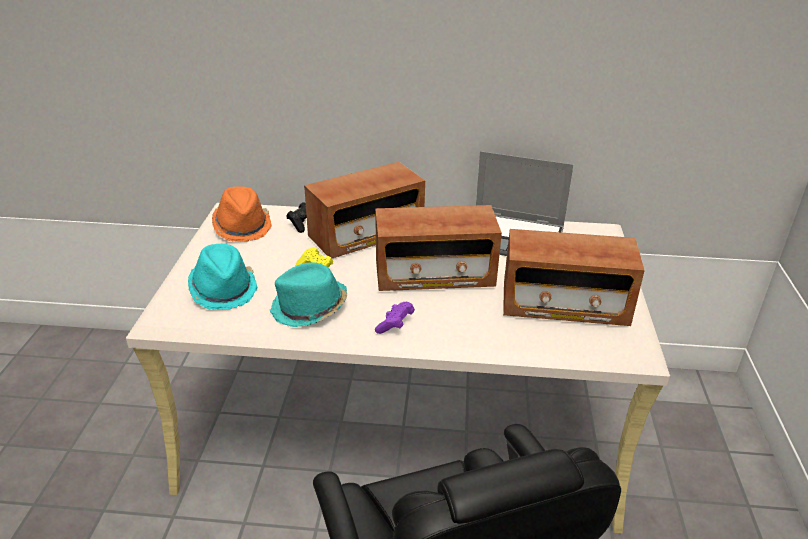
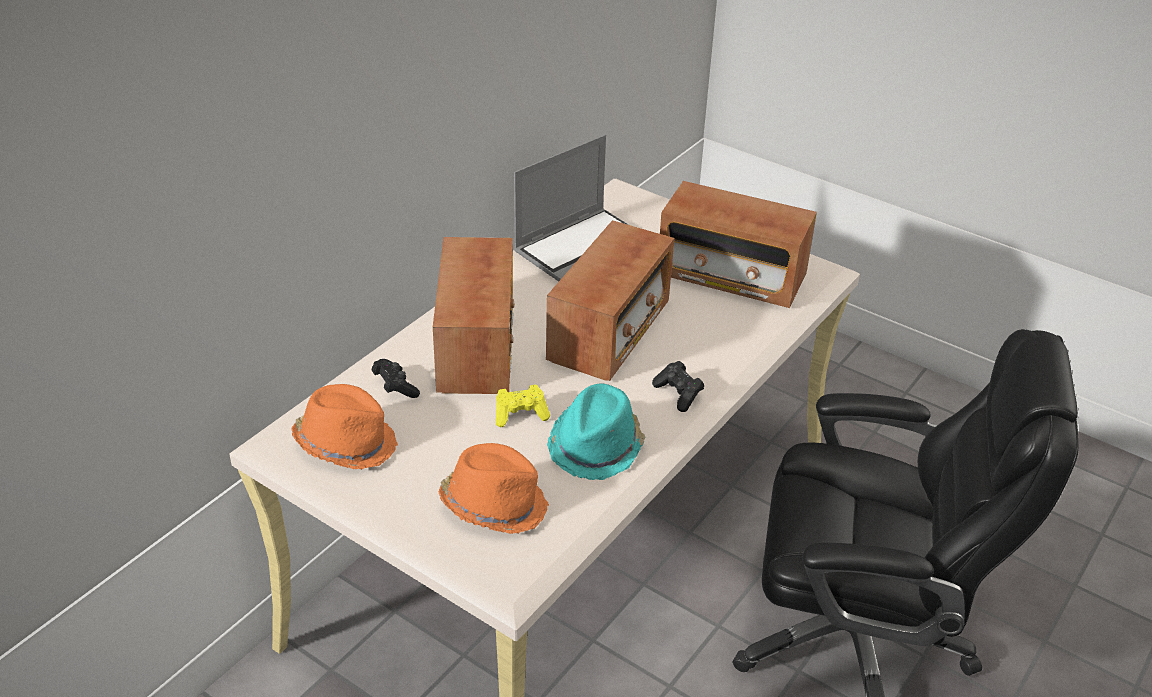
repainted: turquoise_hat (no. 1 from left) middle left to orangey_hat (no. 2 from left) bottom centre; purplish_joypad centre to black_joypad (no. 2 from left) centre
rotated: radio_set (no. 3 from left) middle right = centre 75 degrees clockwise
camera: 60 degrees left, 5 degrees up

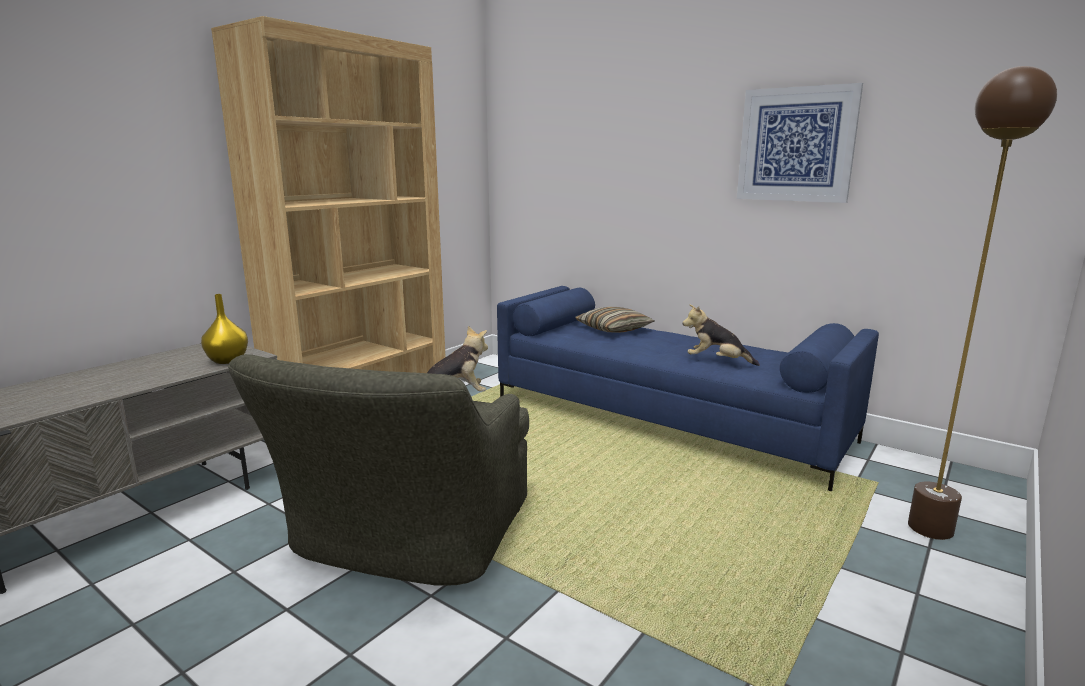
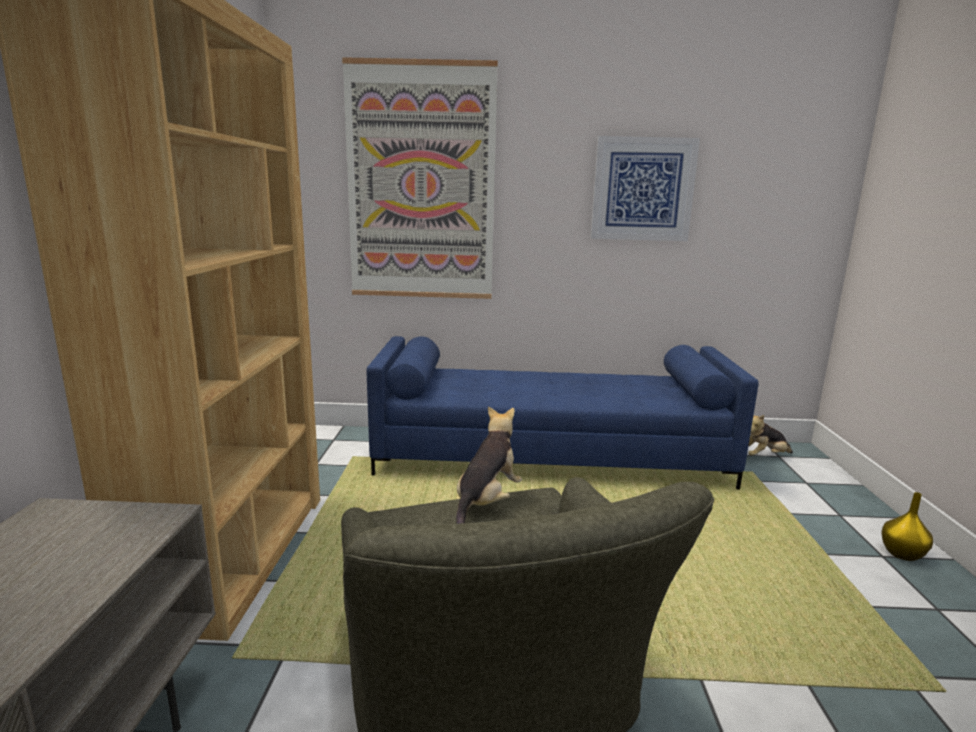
gone: throw_pillow centre; brownish_floor_lamp middle right
new: picture (no. 1 from left) top centre
shifted: yellow_flower_vase middle left to bottom right; soft_toy (no. 2 from left) centre to middle right
camera: 35 degrees left, 0 degrees up

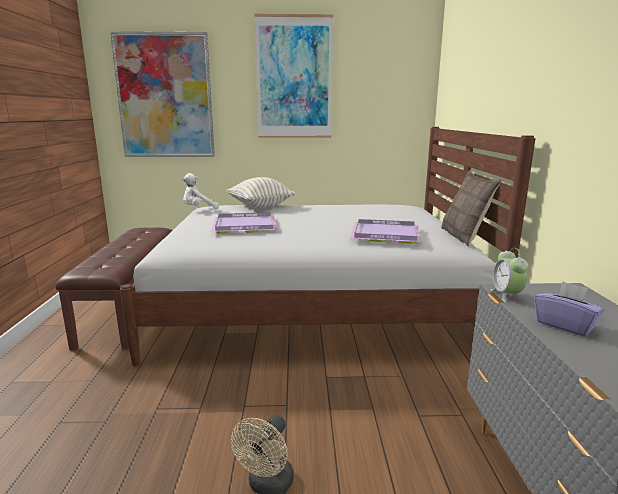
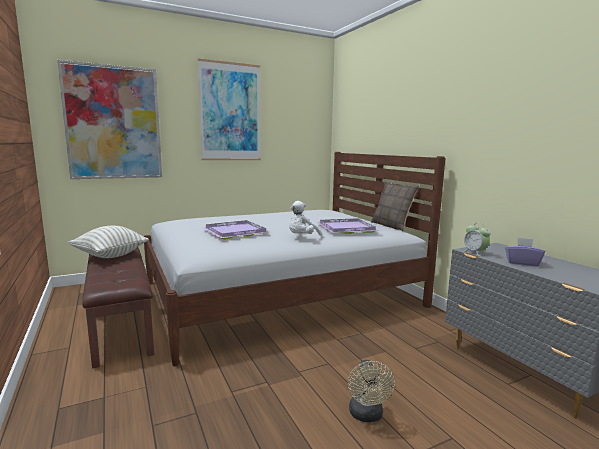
shifted: whitish_soft_toy middle left to centre; throw_pillow (no. 1 from left) centre to middle left
camera: 25 degrees left, 5 degrees down

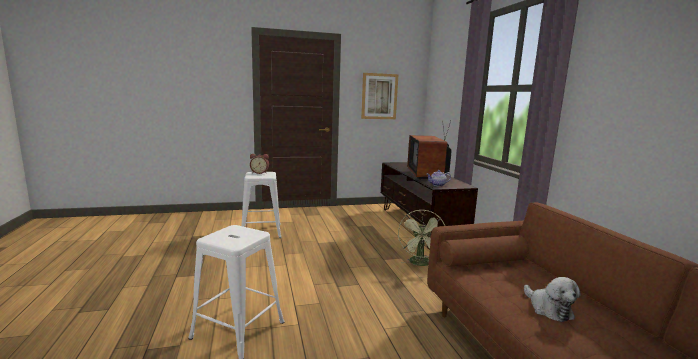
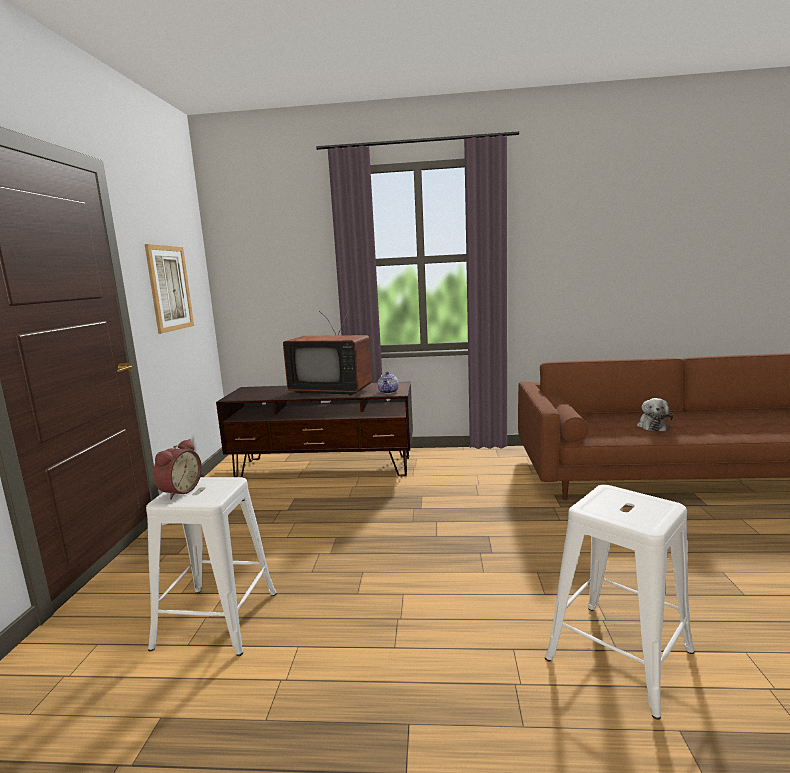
gone: green_electric_fan centre
rotated: soft_toy bottom right = middle right 105 degrees clockwise
camera: 70 degrees left, 0 degrees up

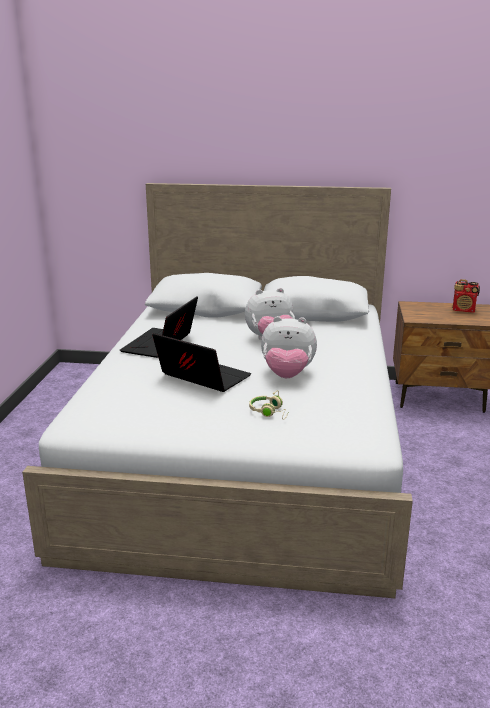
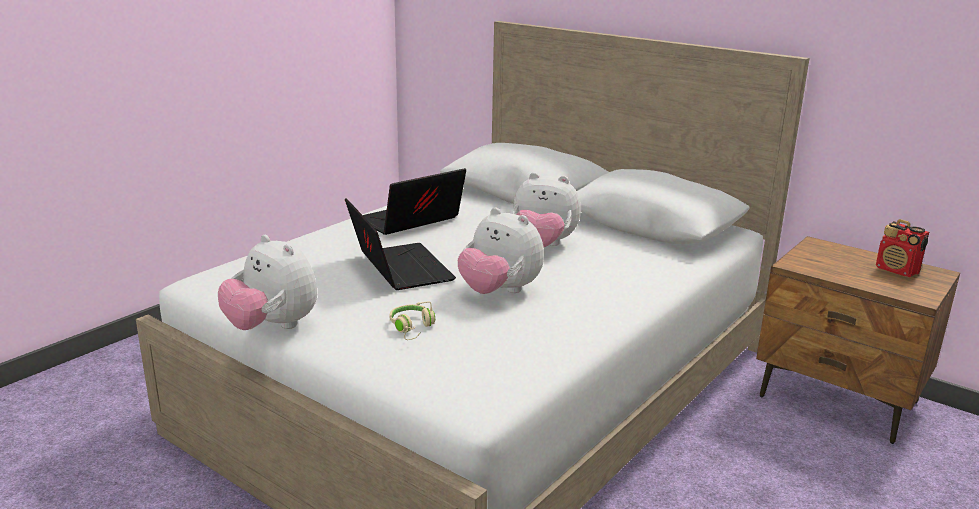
new: soft_toy (no. 1 from left) middle left
camera: 30 degrees right, 0 degrees up

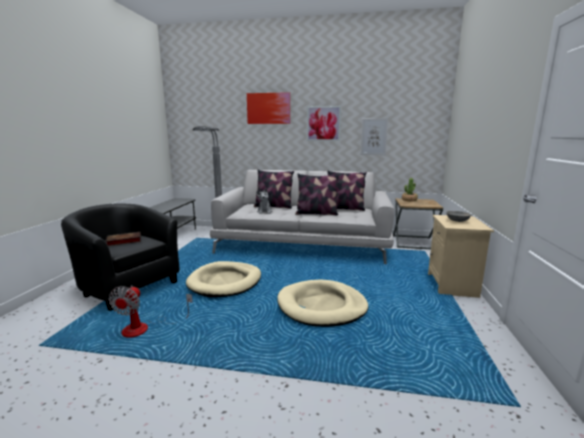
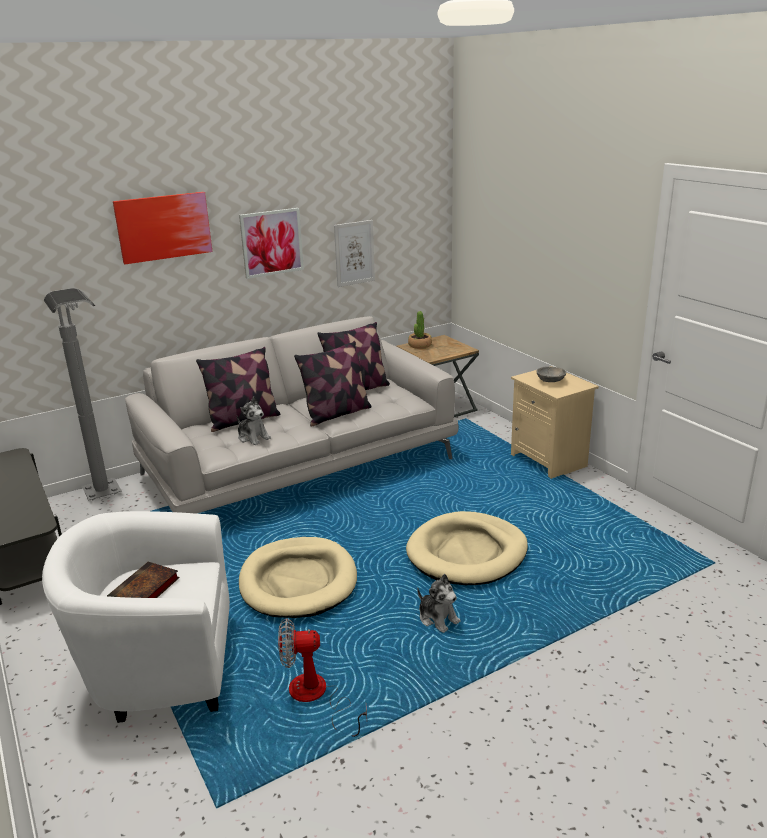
new: soft_toy (no. 2 from left) bottom centre
repainted: black_armchair middle left to whitish_armchair bottom left
rotated: electric_fan bottom left = bottom centre 120 degrees clockwise
camera: 40 degrees left, 10 degrees up

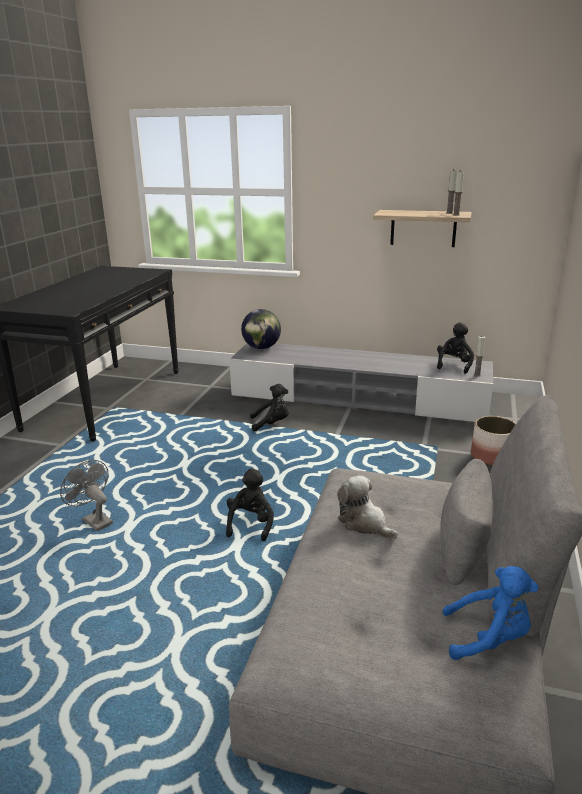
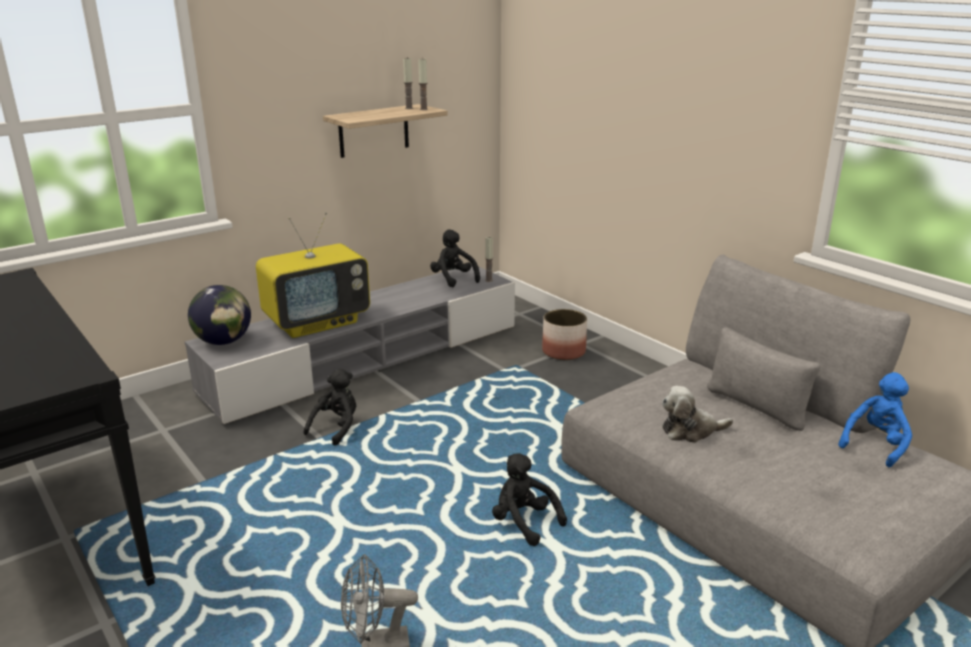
new: television middle left
camera: 55 degrees left, 0 degrees up

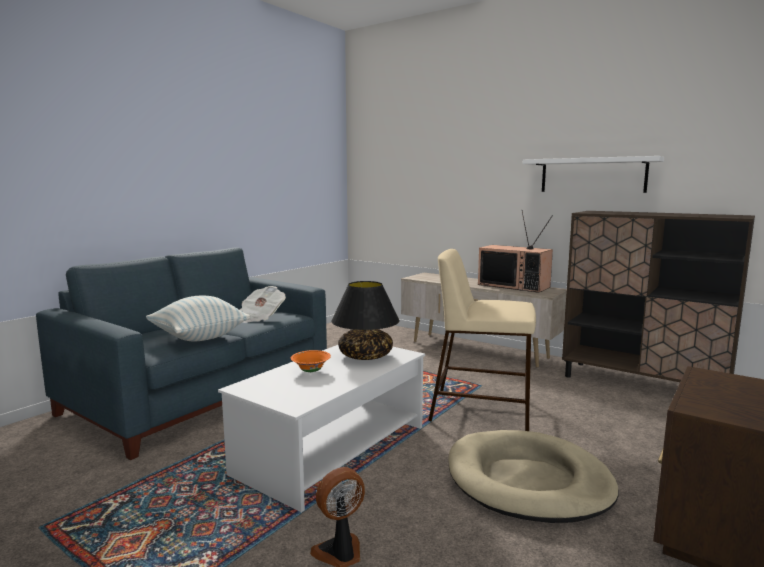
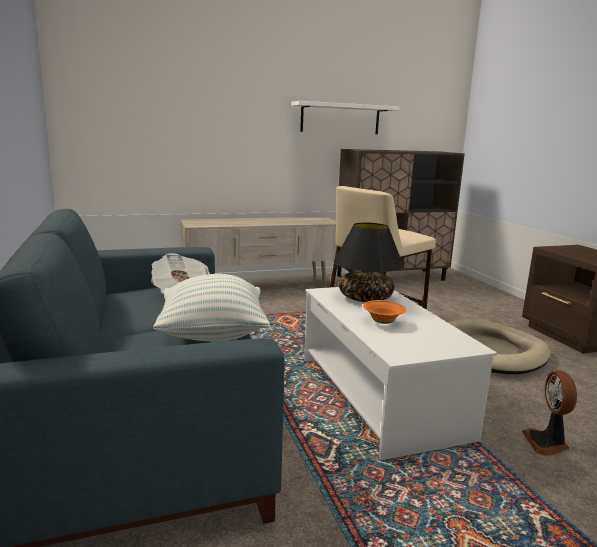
gone: television middle right
camera: 55 degrees left, 5 degrees up

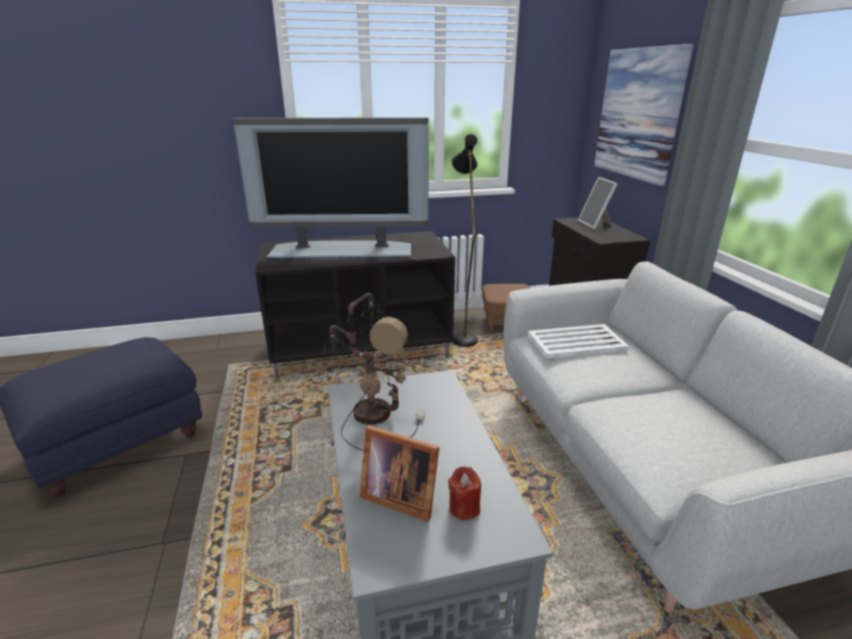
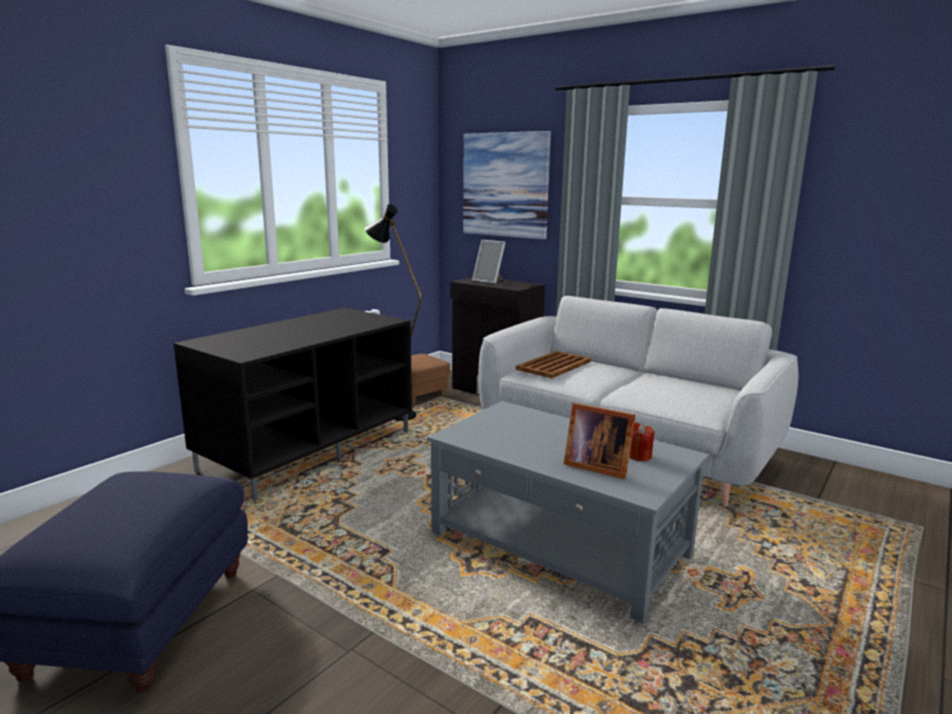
gone: television top centre; table_lamp centre
repainted: whitish_tray middle right to brownish_tray centre
rotated: standing_frame (no. 1 from left in the first image) bottom centre = centre 45 degrees clockwise
camera: 40 degrees left, 10 degrees down

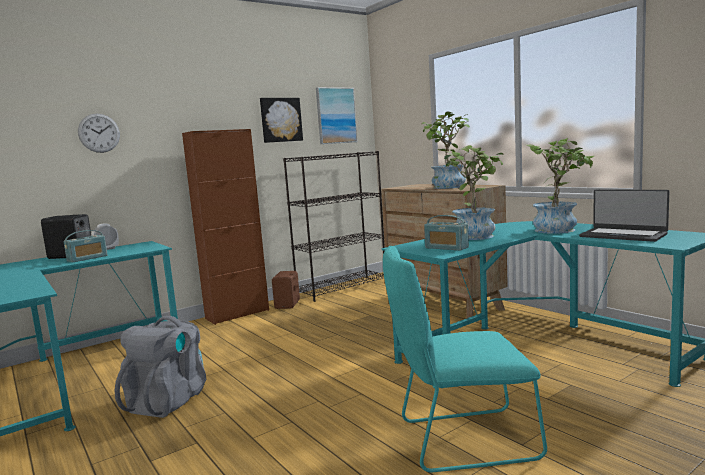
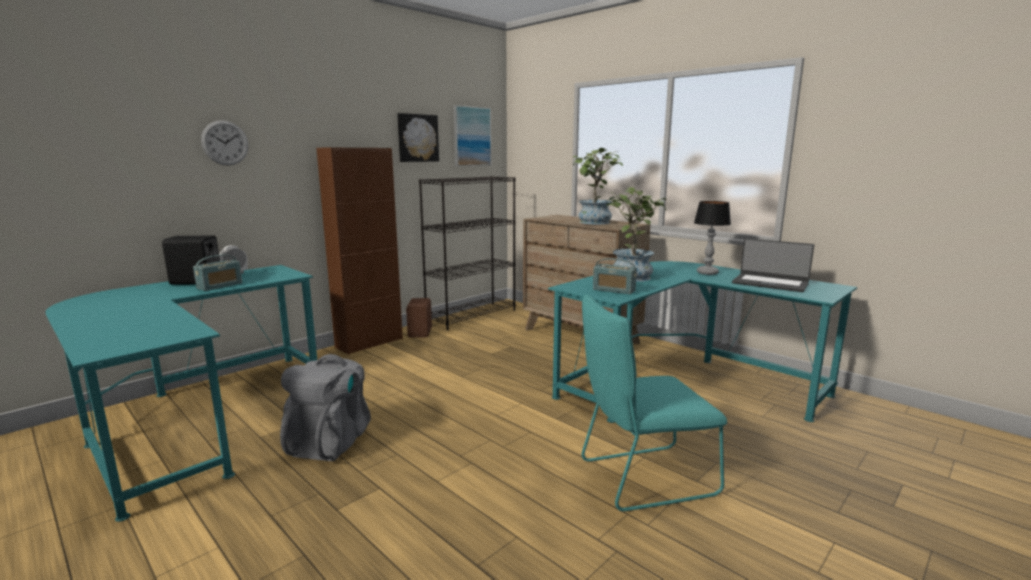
swapped: plant_in_a_pot (no. 3 from left) middle right to table_lamp middle right
camera: 10 degrees left, 5 degrees up

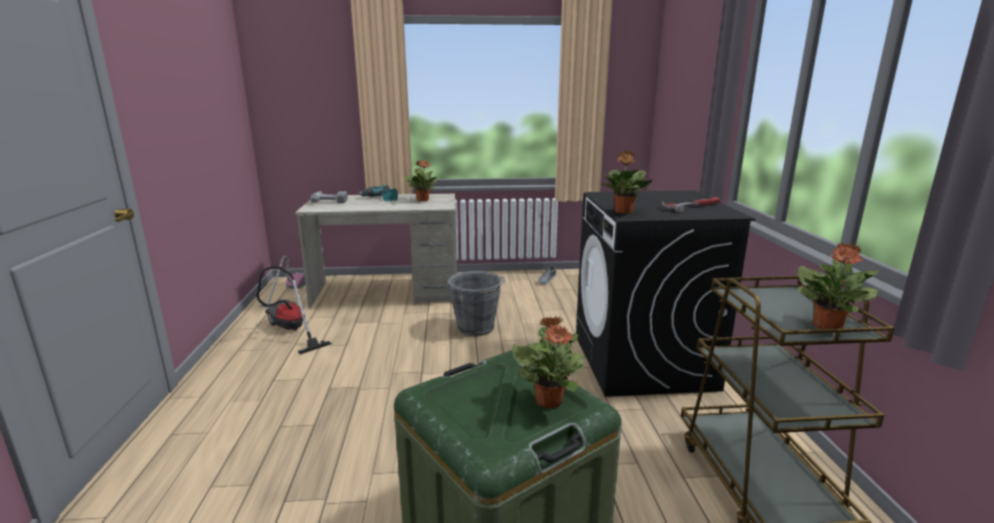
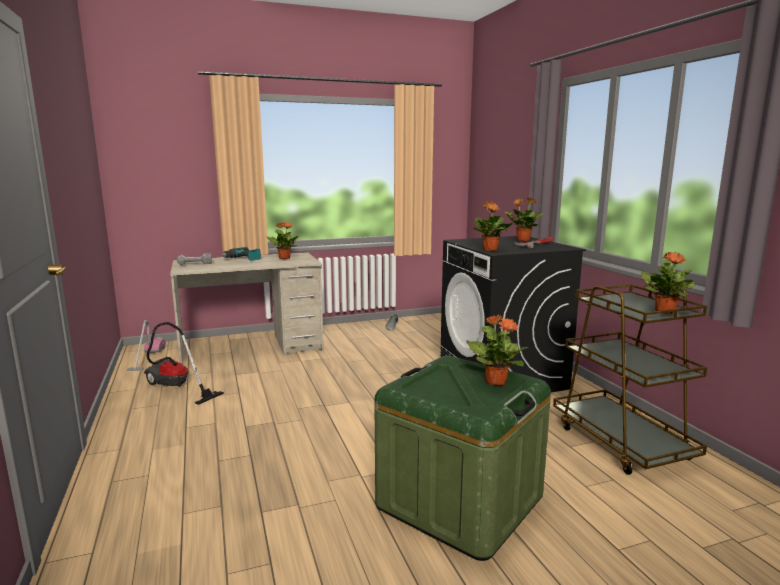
gone: grey_water_bucket centre
new: plant_in_a_pot (no. 4 from left) middle right
camera: 15 degrees left, 5 degrees down

